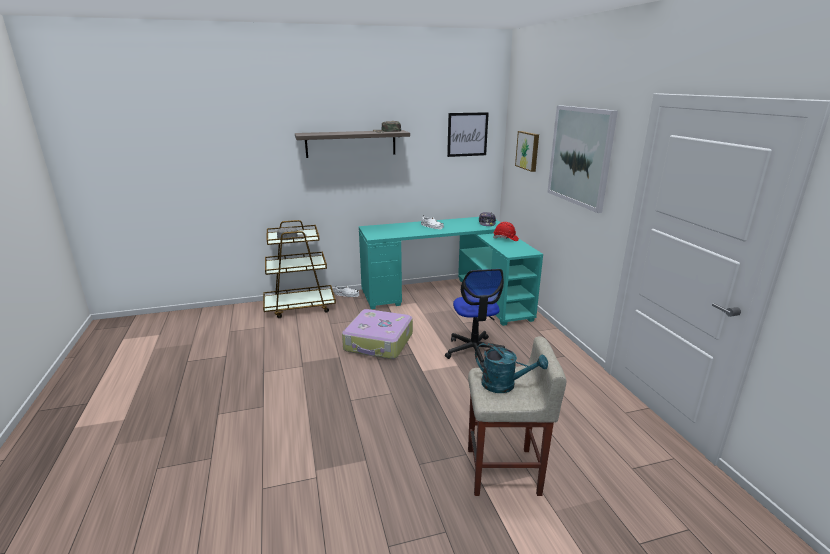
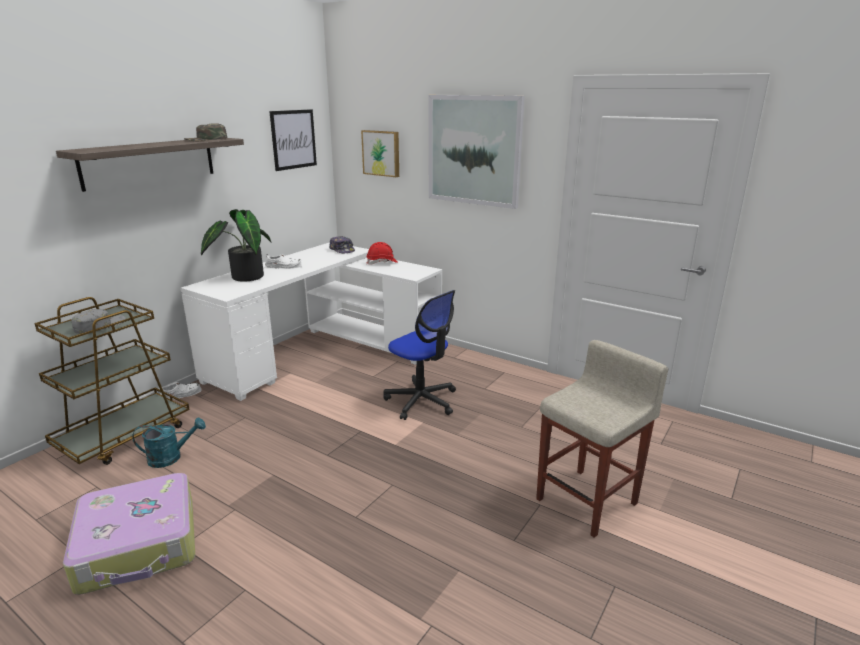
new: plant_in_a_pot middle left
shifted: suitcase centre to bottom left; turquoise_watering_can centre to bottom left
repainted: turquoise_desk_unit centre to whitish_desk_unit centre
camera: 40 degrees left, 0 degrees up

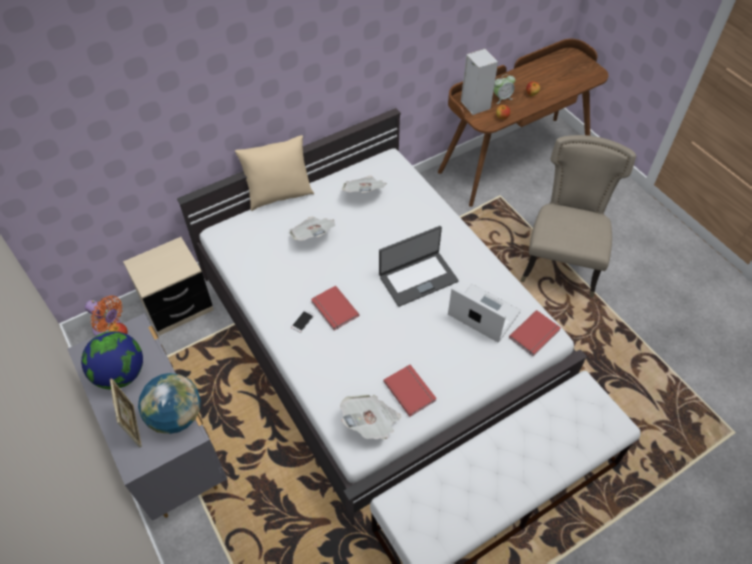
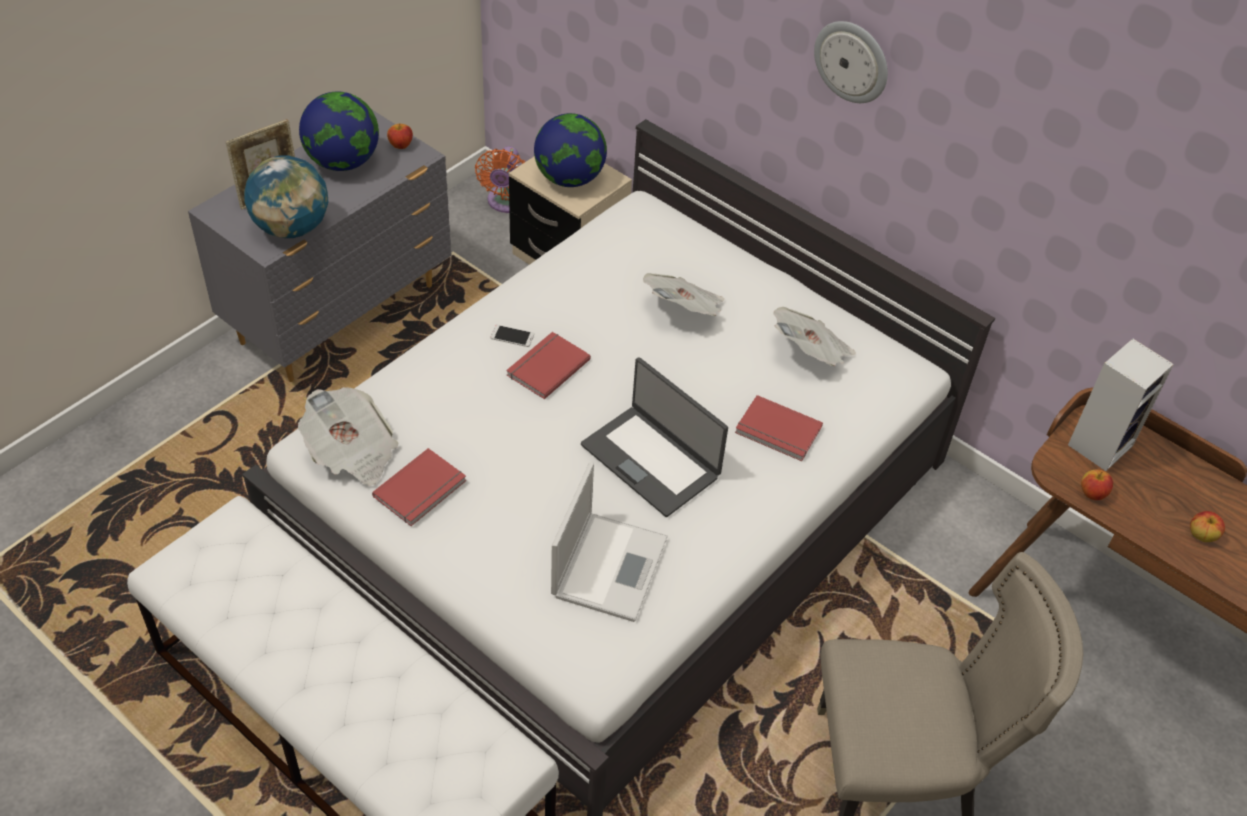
gone: sand-coloured_throw_pillow top centre; alarm_clock top right
new: globe (no. 3 from left) top centre; wall_clock top right
shifted: reddish_bound_book (no. 3 from left) middle right to centre
camera: 70 degrees right, 5 degrees down

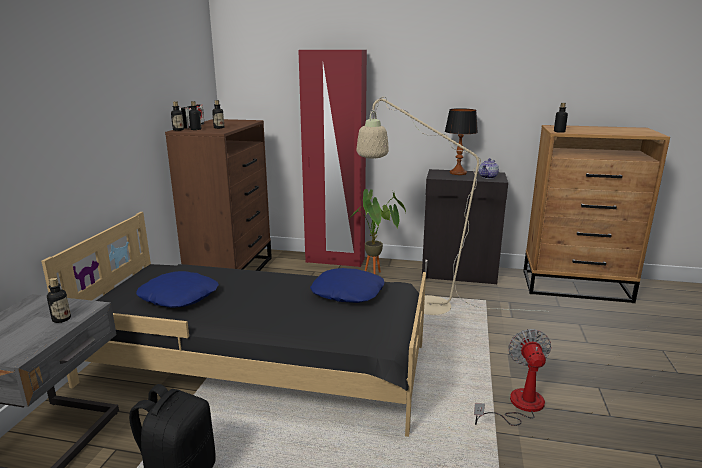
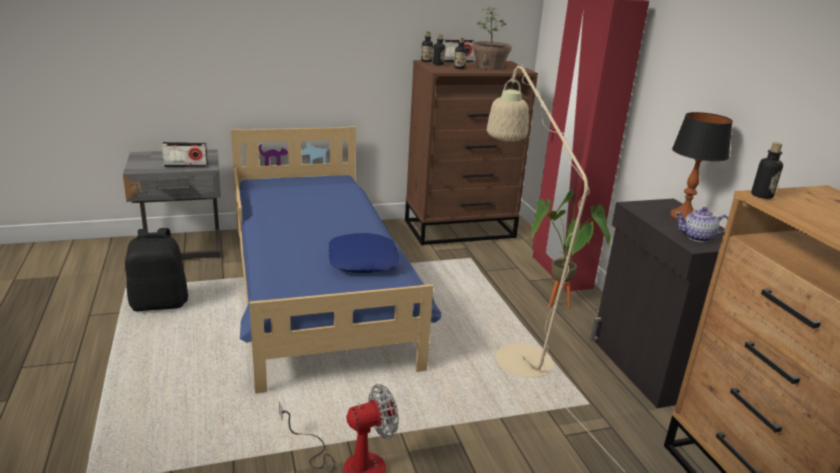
gone: blue_throw_pillow (no. 1 from left) middle left
new: plant_in_a_pot (no. 1 from left) top centre
swapped: bottle (no. 1 from left) middle left to radio_set (no. 1 from left) top left
repainted: black_sleeping_bed bottom left to blue_sleeping_bed centre
camera: 60 degrees right, 5 degrees up

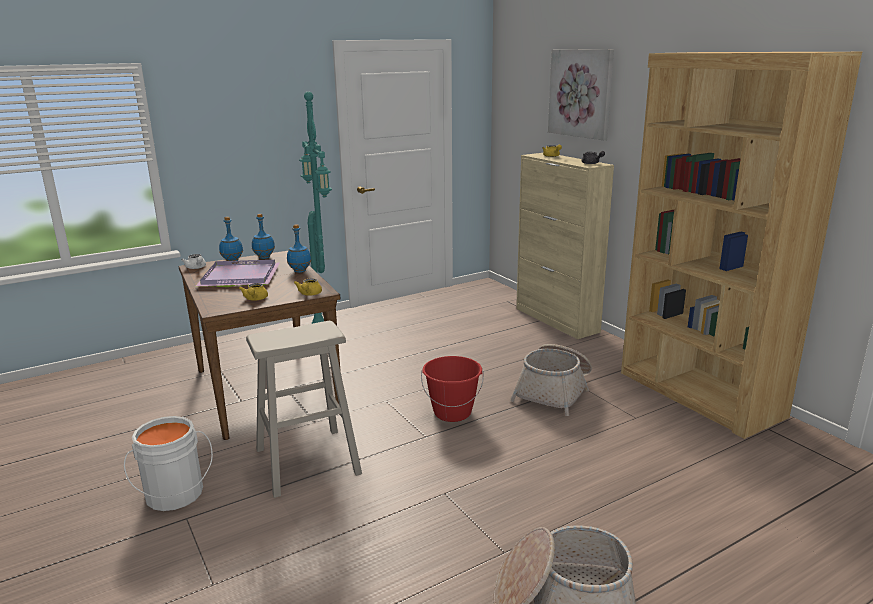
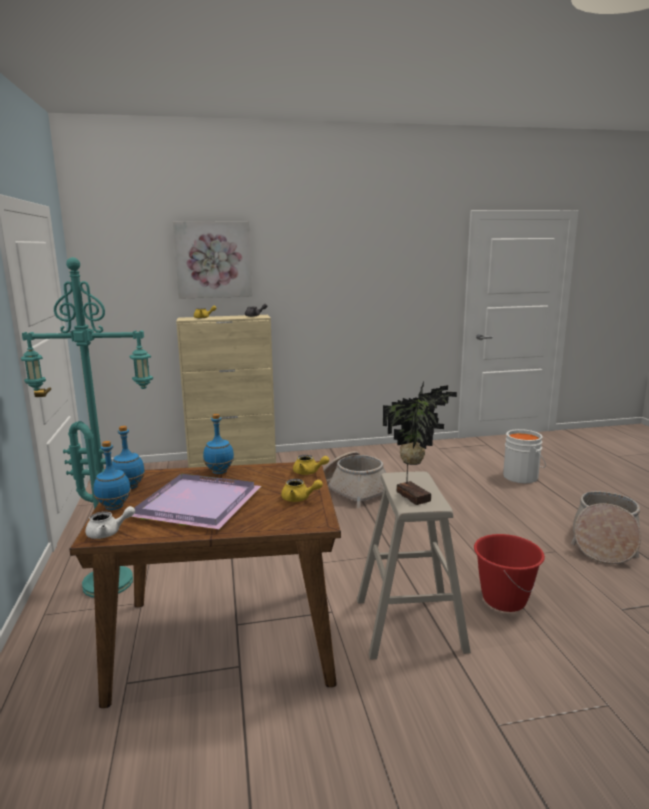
gone: brownish_bookcase middle right
new: plant_in_a_pot centre
shifted: whitish_water_bucket bottom left to middle right; reddish_water_bucket centre to bottom right
camera: 70 degrees left, 5 degrees down

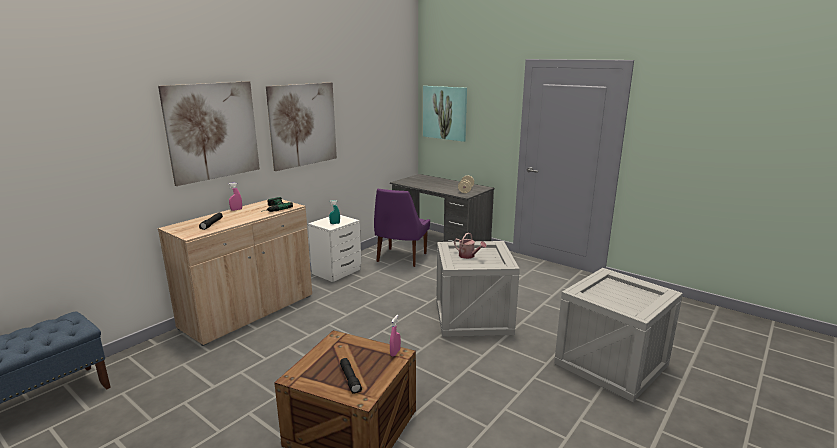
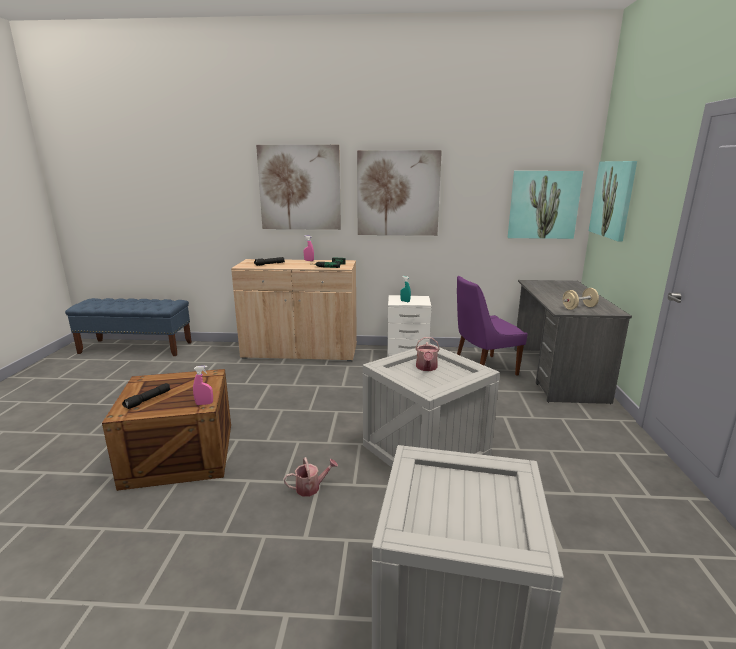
new: watering_can (no. 1 from left) bottom centre; picture (no. 3 from left) top right
camera: 55 degrees right, 0 degrees up

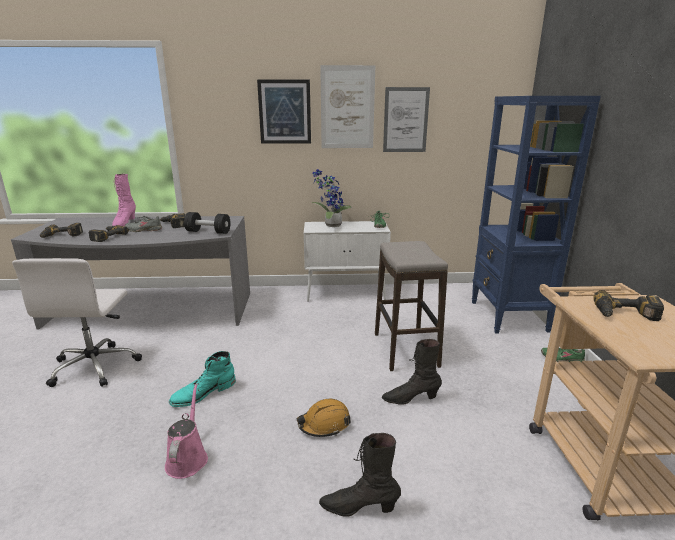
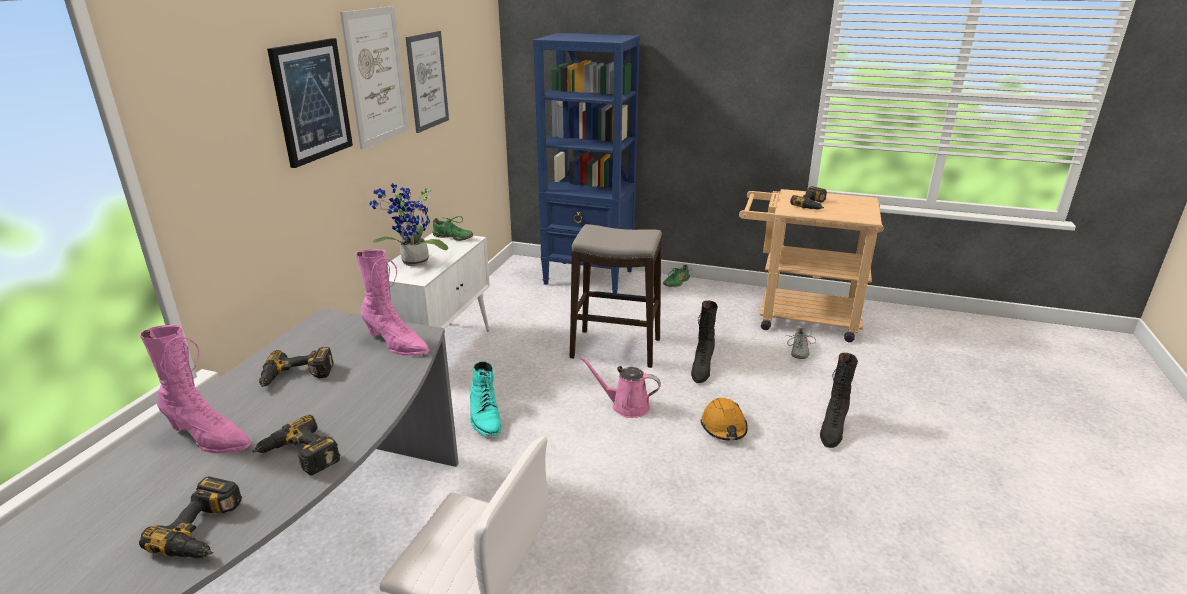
shifted: grey_shoe middle left to middle right; pink-coloured_watering_can bottom left to centre; turquoise_high-top_boot bottom left to bottom centre
swapped: black_dumbbell middle left to pink-coloured_high-top_boot (no. 2 from left) middle left
camera: 70 degrees left, 5 degrees up

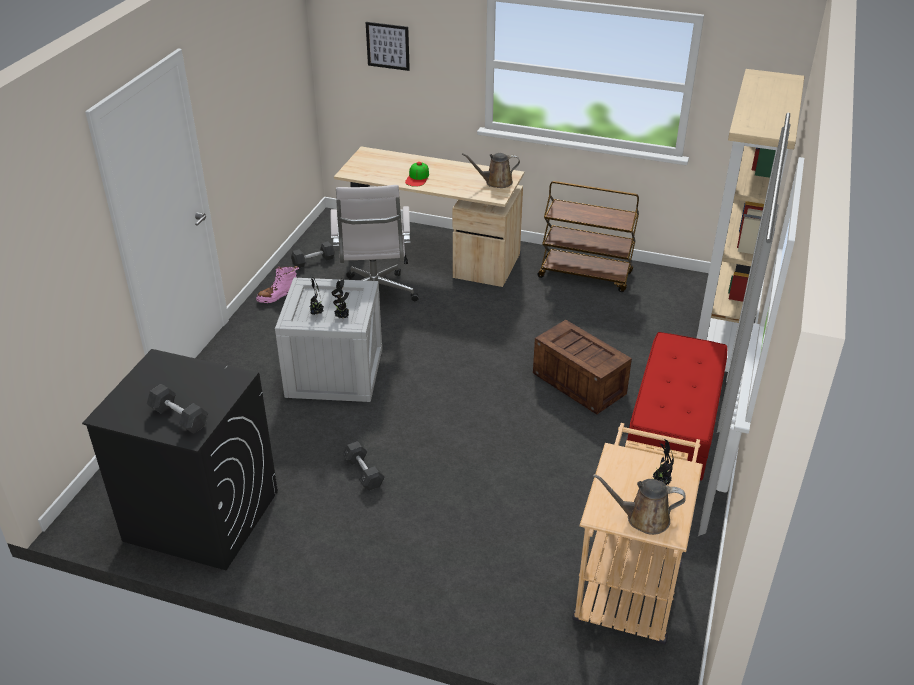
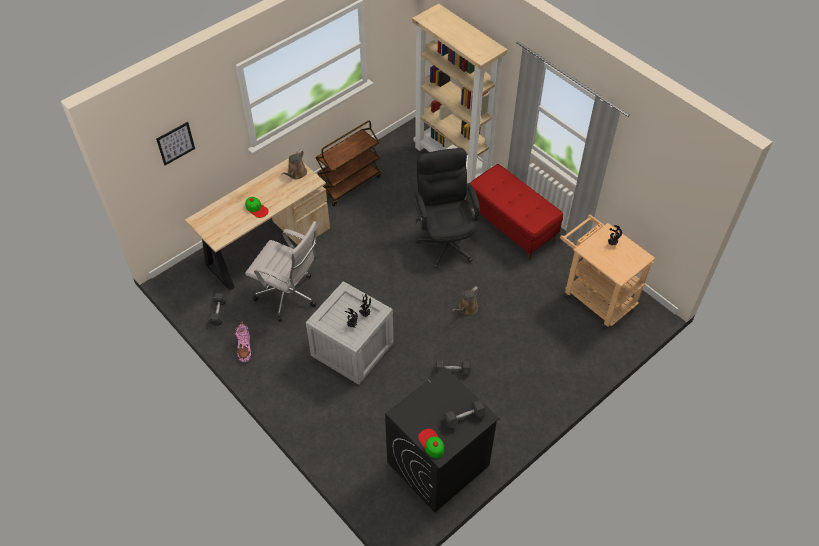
new: cap (no. 2 from left) bottom centre
shifted: brownish_watering_can (no. 2 from left) bottom right to centre
swapped: shipping_crate (no. 2 from left) centre to black_office_chair centre
camera: 60 degrees left, 15 degrees up

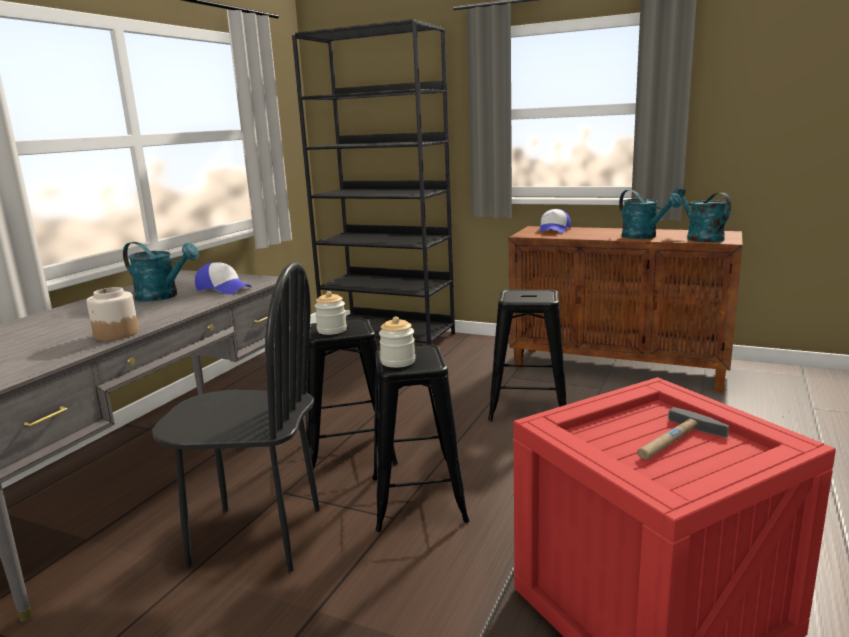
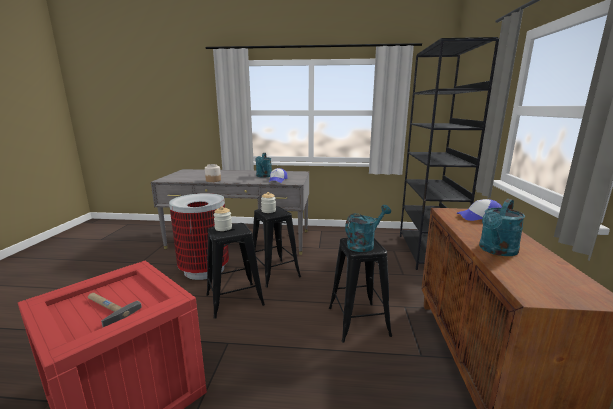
shifted: turquoise_watering_can (no. 3 from left in the first image) middle right to turquoise_watering_can (no. 2 from left) centre
swapped: black_plain_chair middle left to waste_bin middle left
camera: 70 degrees right, 0 degrees up

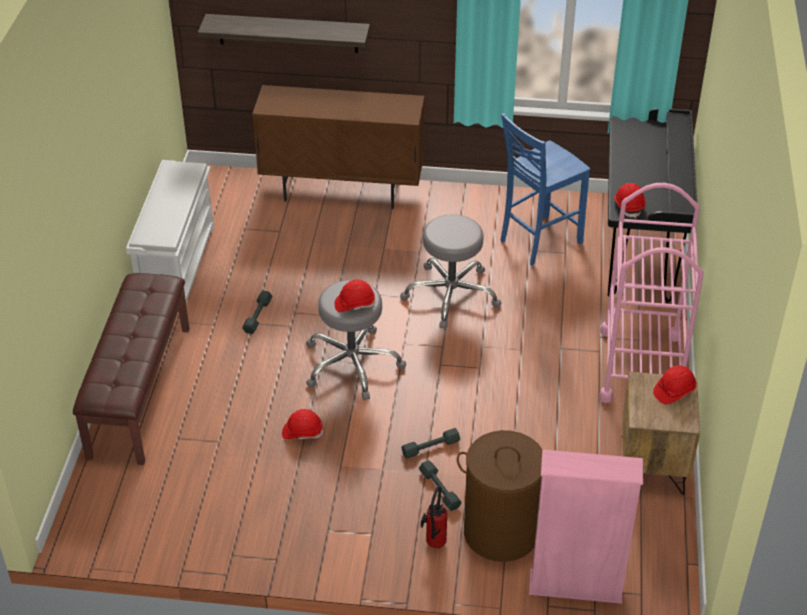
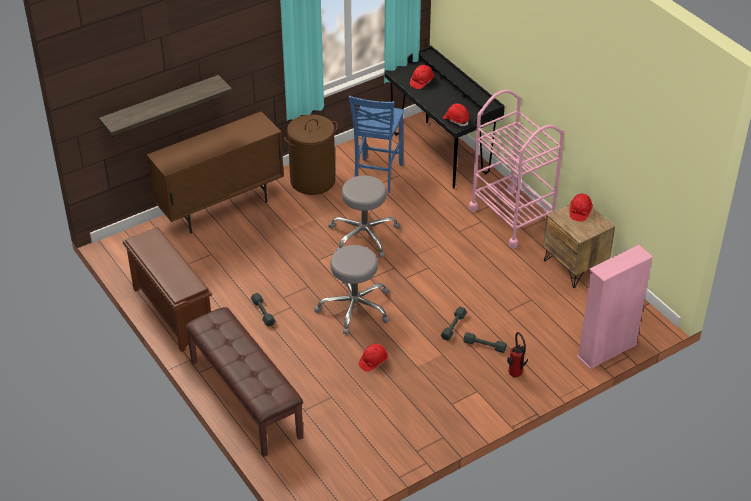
shifted: reddish_safety_helmet (no. 2 from left) centre to top centre; brownish_washing_basket bottom centre to top centre
repainted: whitish_shoe_stand middle left to brownish_shoe_stand middle left
camera: 40 degrees left, 0 degrees up

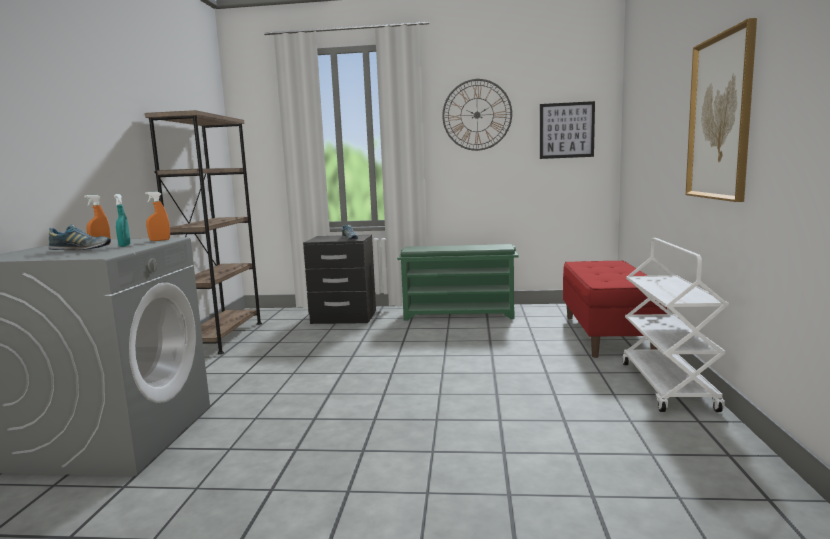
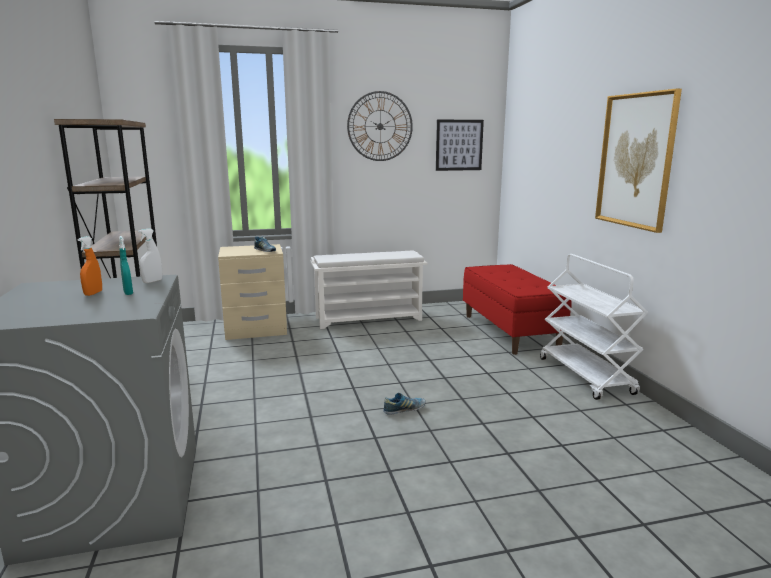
shifted: shoe (no. 1 from left in the first image) middle left to shoe (no. 2 from left) bottom centre
repainted: orangey_spray_bottle (no. 2 from left) middle left to whitish_spray_bottle middle left; black_bedside_table centre to sand-coloured_bedside_table middle left; green_shoe_stand centre to whitish_shoe_stand centre
camera: 20 degrees left, 5 degrees up

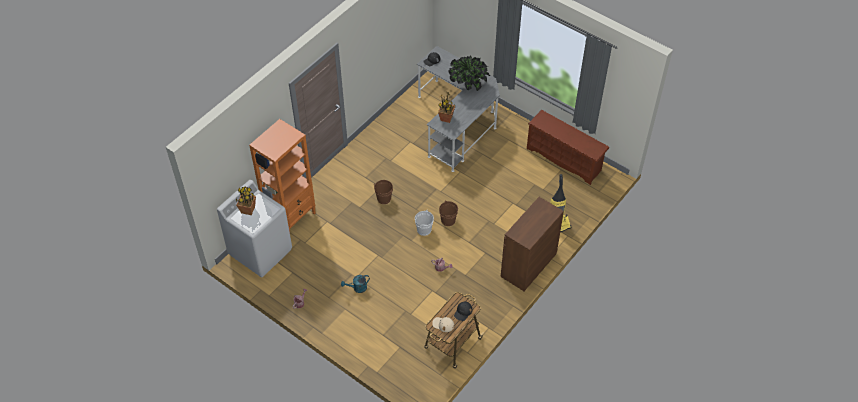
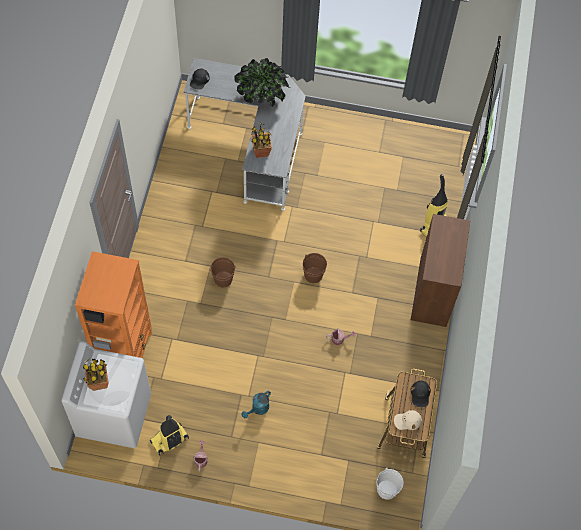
gone: brownish_shoe_stand centre
new: vacuum (no. 1 from left) bottom left
shifted: whitish_water_bucket centre to bottom right
camera: 30 degrees left, 10 degrees up

